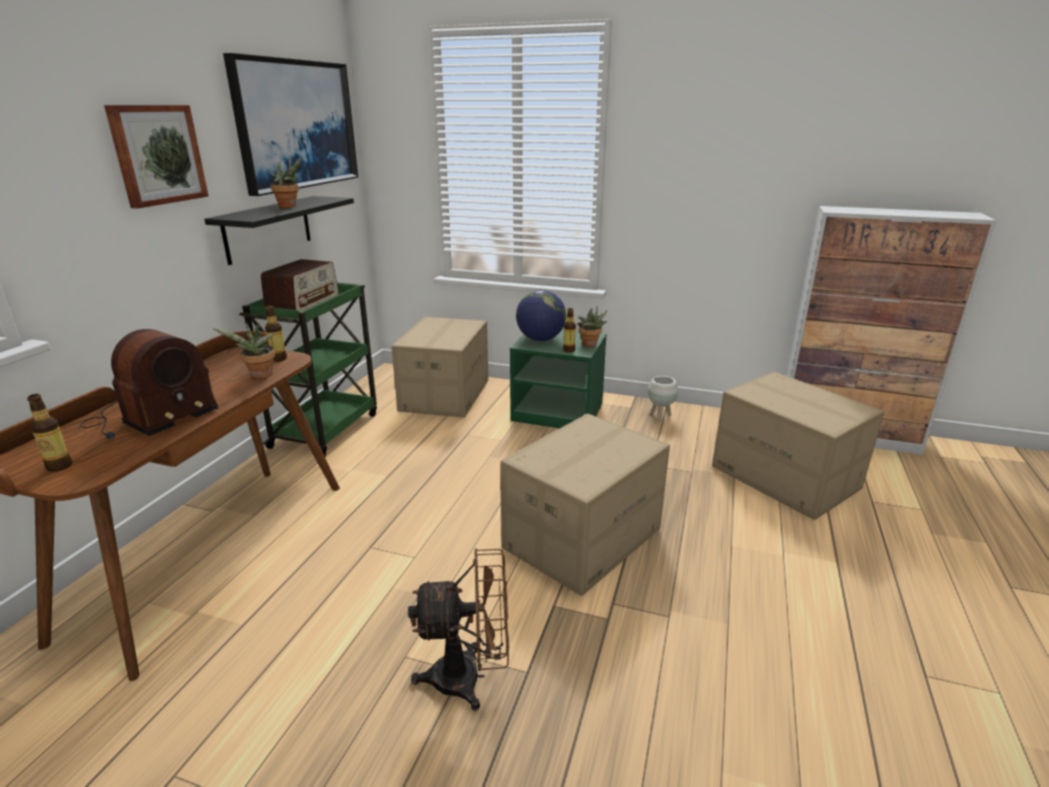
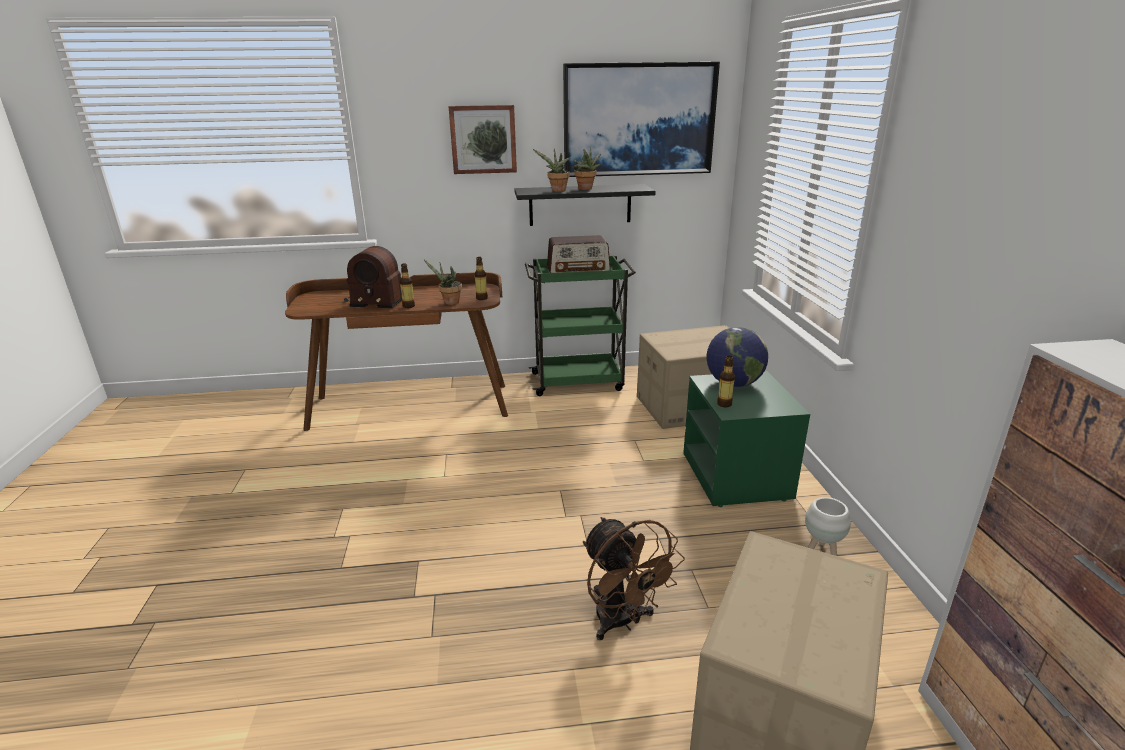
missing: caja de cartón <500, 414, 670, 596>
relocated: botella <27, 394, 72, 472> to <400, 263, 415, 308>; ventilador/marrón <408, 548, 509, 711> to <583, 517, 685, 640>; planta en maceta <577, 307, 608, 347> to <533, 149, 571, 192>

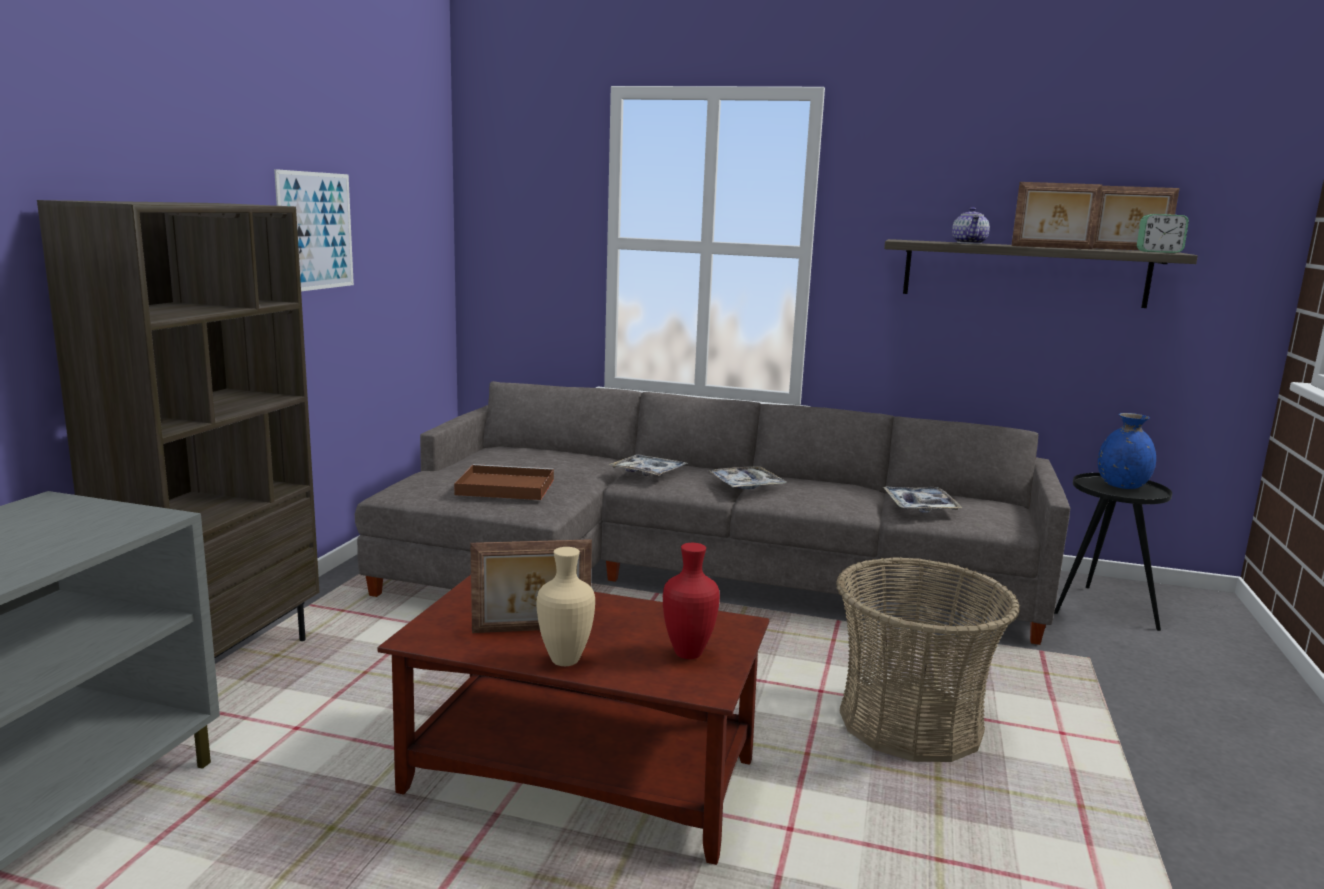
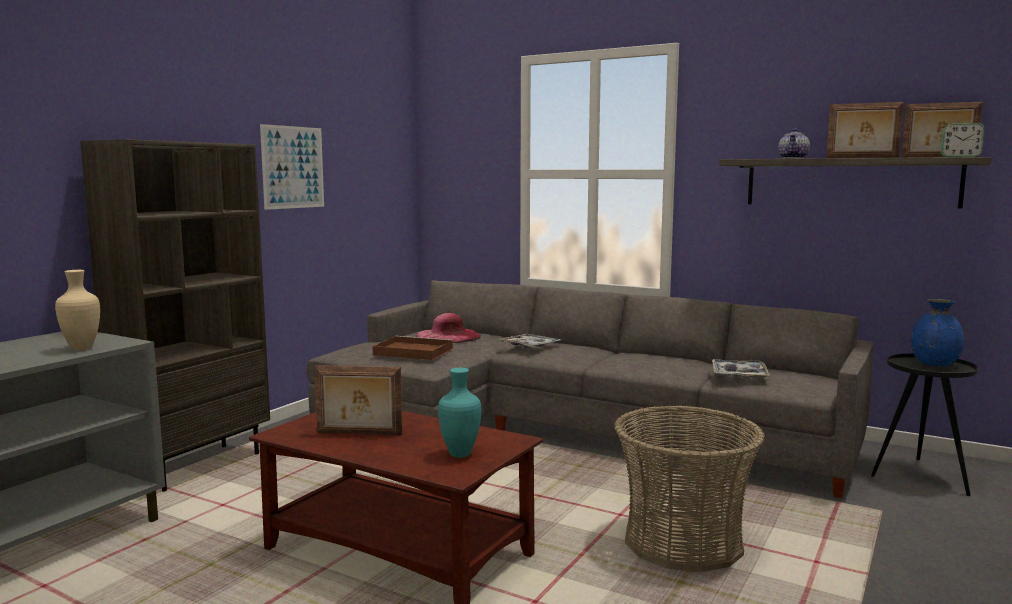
missing: bandeja <709, 466, 787, 489>
appeared: sombrero/rosa <416, 313, 481, 343>
relocated: florero/beis <536, 547, 595, 666> to <55, 270, 100, 351>
colour: florero/rojo <663, 543, 720, 659> to florero/turquesa <438, 368, 481, 457>

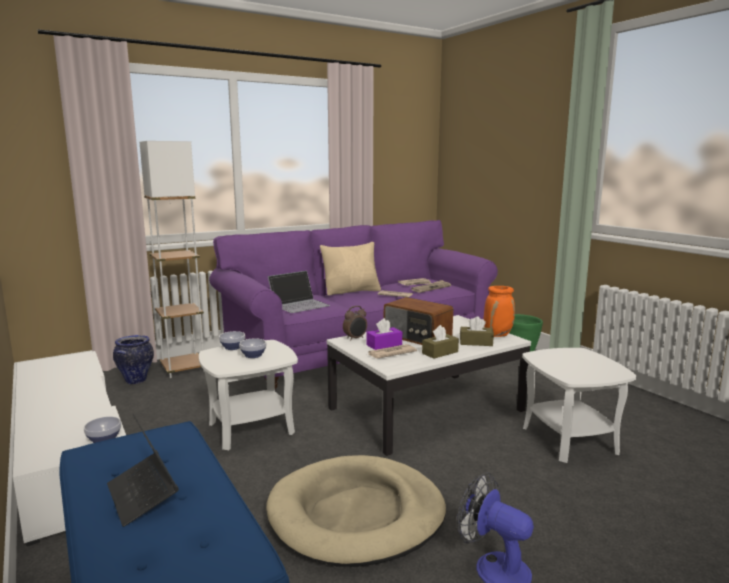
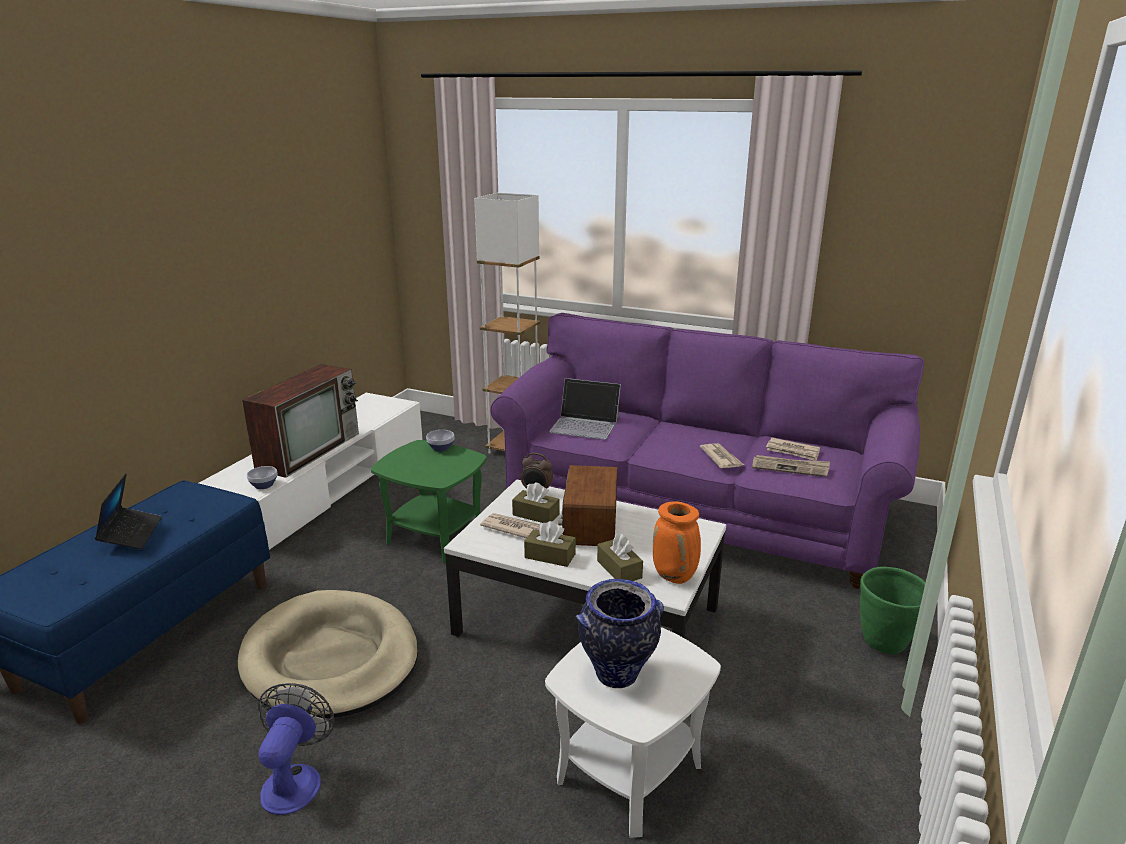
missing: cuenco <239, 338, 267, 358>; cojín/beis <320, 242, 381, 296>
appeared: televisor <242, 364, 359, 478>
relocated: florero <113, 335, 154, 384> to <576, 579, 664, 688>
colour: mesa auxiliar/blanco <199, 340, 298, 450> to mesa auxiliar/verde <371, 440, 487, 563>; caja de pañuelos/morado <367, 318, 402, 350> to caja de pañuelos/marrón <512, 482, 559, 523>
spun: portátil <107, 414, 179, 527> = <95, 473, 162, 549> 150 degrees clockwise

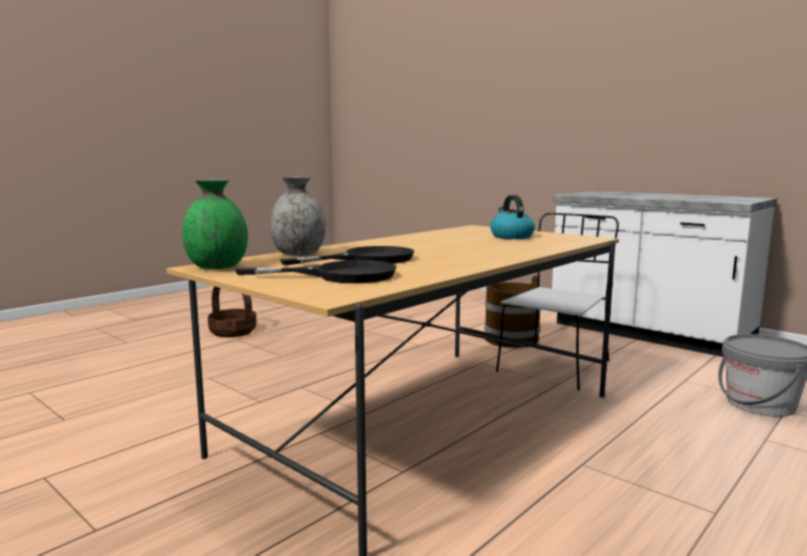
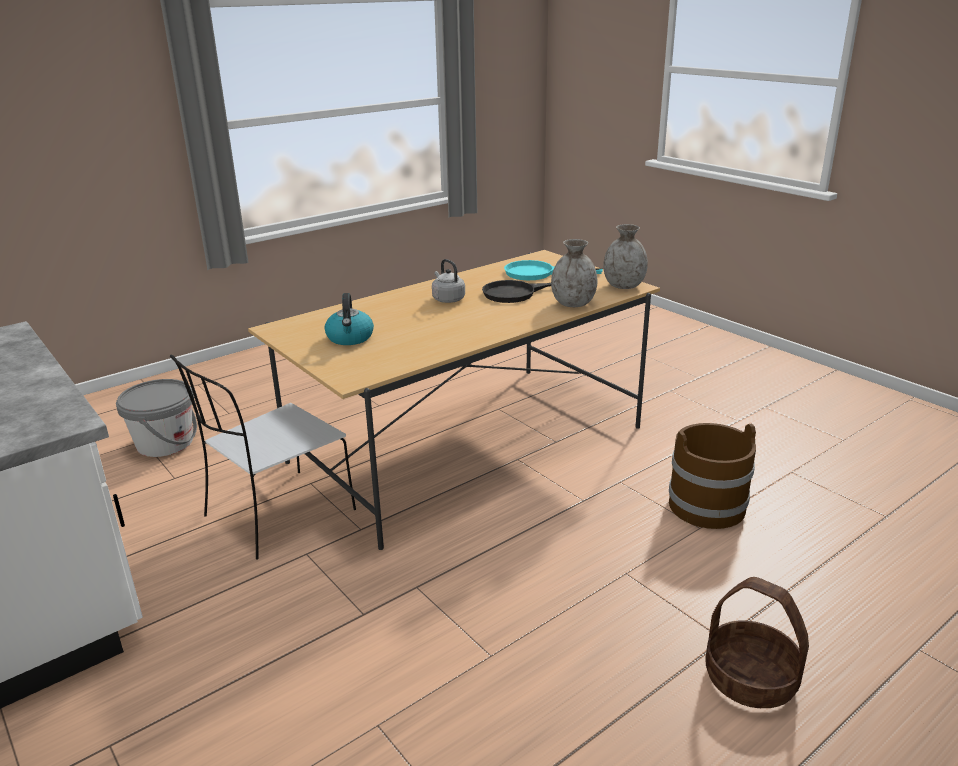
appeared: hervidor/gris <432, 259, 465, 303>
relocated: cubo/marrón <484, 275, 541, 348> to <669, 423, 756, 529>
colour: florero/verde <182, 180, 248, 269> to florero/gris <603, 224, 648, 289>; sartén/negro <235, 260, 397, 283> to sartén/turquesa <504, 260, 603, 280>

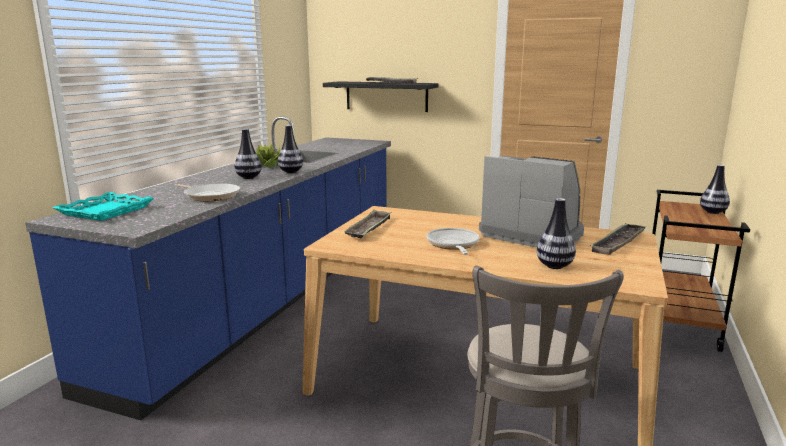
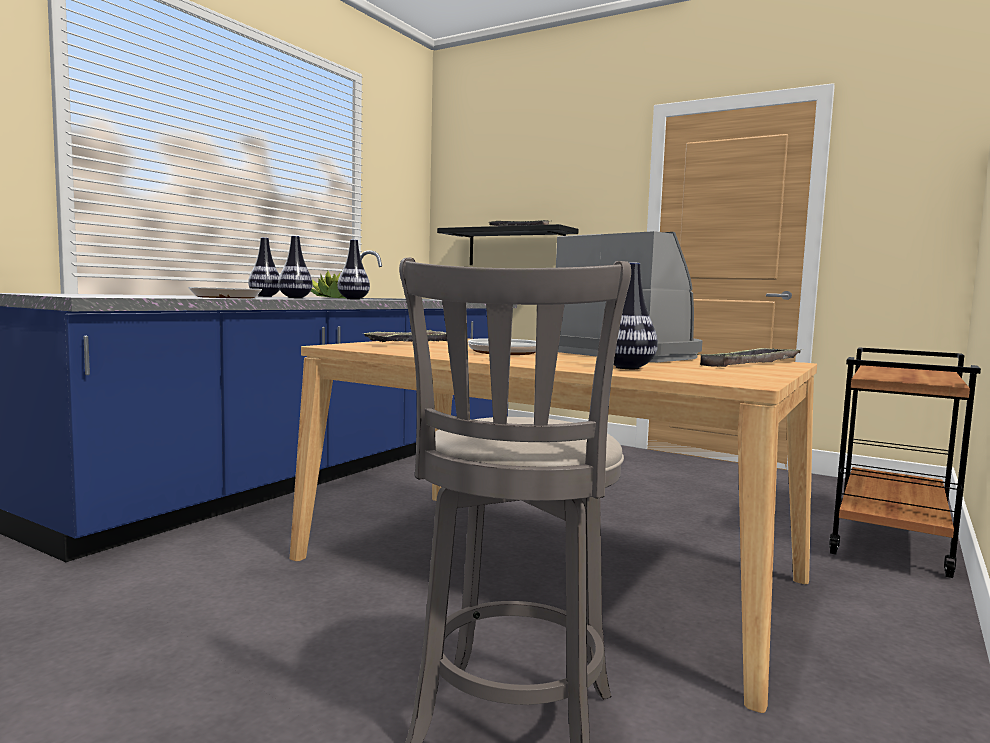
missing: bandeja/turquesa <53, 192, 154, 221>
relocated: florero <700, 165, 730, 214> to <248, 237, 280, 297>

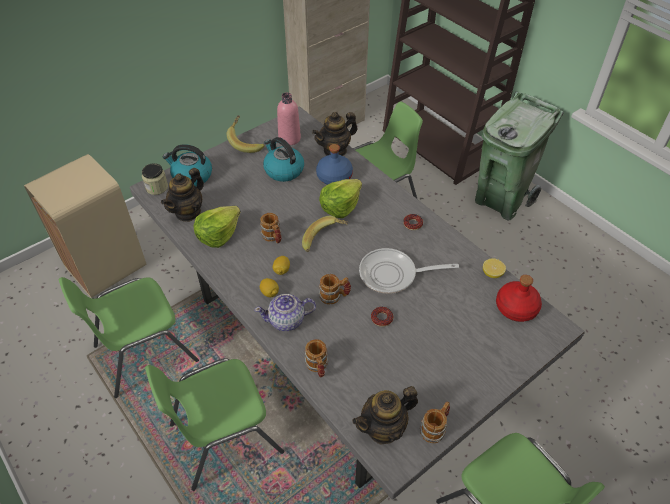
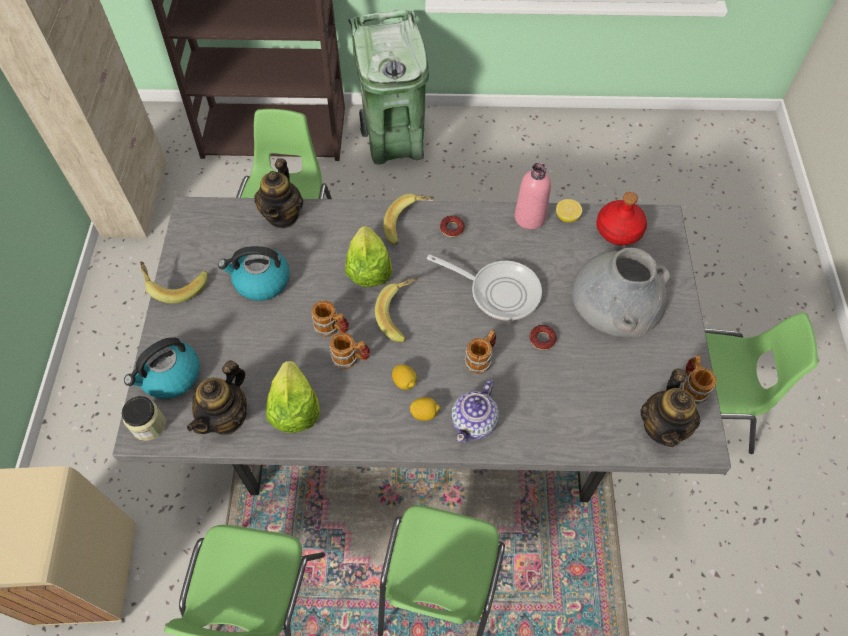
missing: botella/azul <316, 144, 353, 185>
appeared: plátano <383, 194, 434, 245>; florero/gris <572, 248, 670, 337>
relocated: botella/rosa <277, 92, 301, 145> to <514, 163, 551, 230>; taza grande <305, 339, 328, 377> to <311, 301, 349, 337>
spun: tetera <161, 168, 204, 222> = <187, 360, 247, 435> 45 degrees clockwise; sartén <359, 248, 459, 294> = <427, 254, 542, 321> 105 degrees counterclockwise

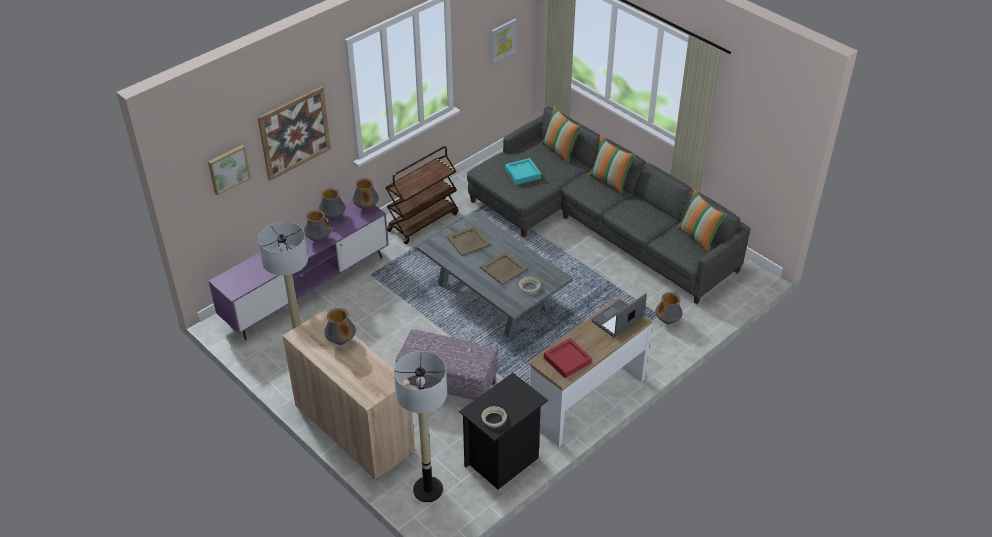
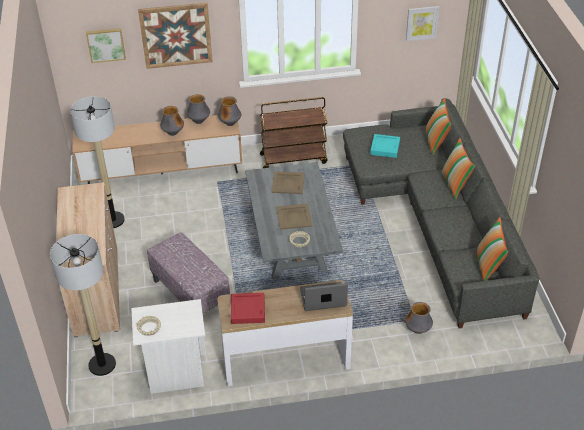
missing: florero <324, 308, 356, 345>
colour: mueble de televisión/morado <209, 201, 388, 340> to mueble de televisión/marrón <73, 115, 242, 184>; mesita de noche/negro <459, 373, 548, 490> to mesita de noche/blanco <131, 299, 205, 394>

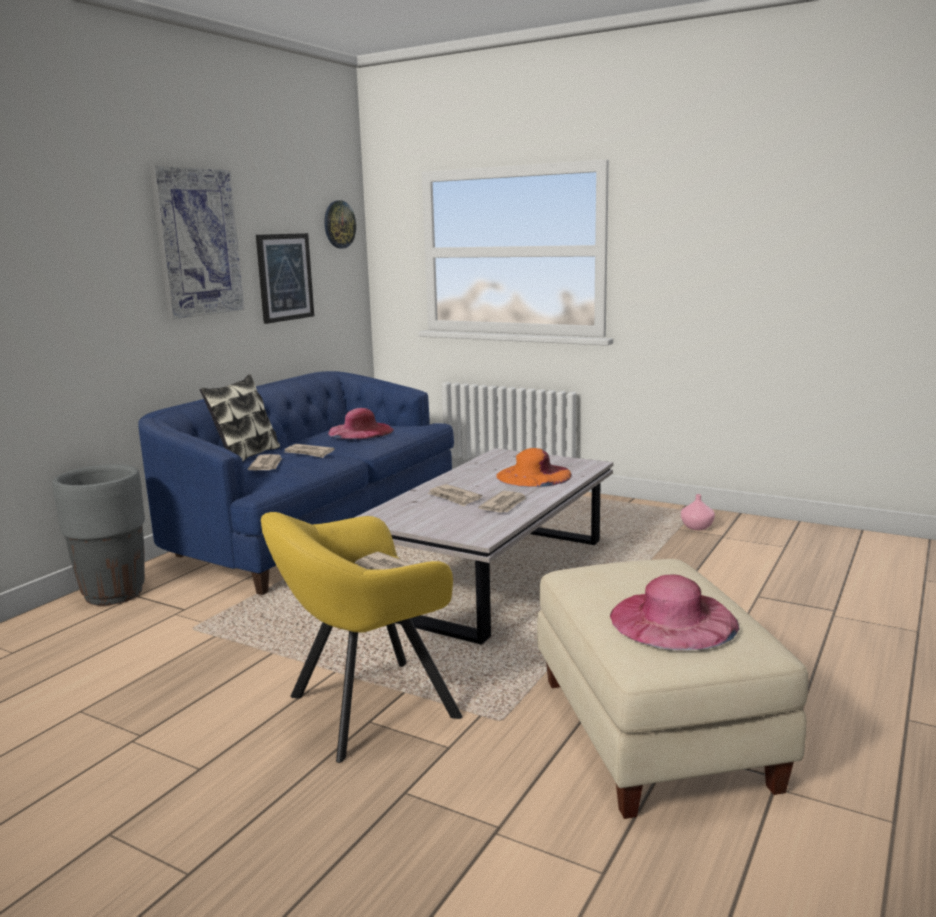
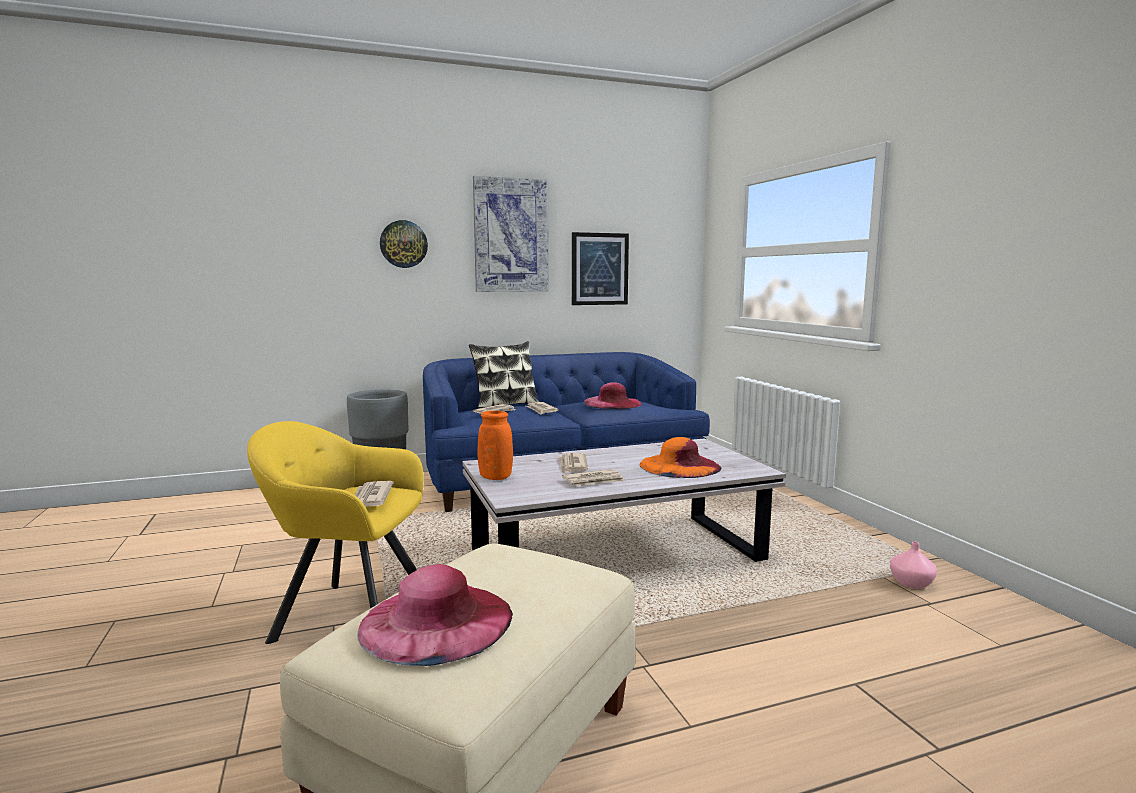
appeared: florero/naranja <477, 411, 513, 480>
relocated: reloj de pared <324, 200, 356, 248> to <380, 220, 428, 268>

